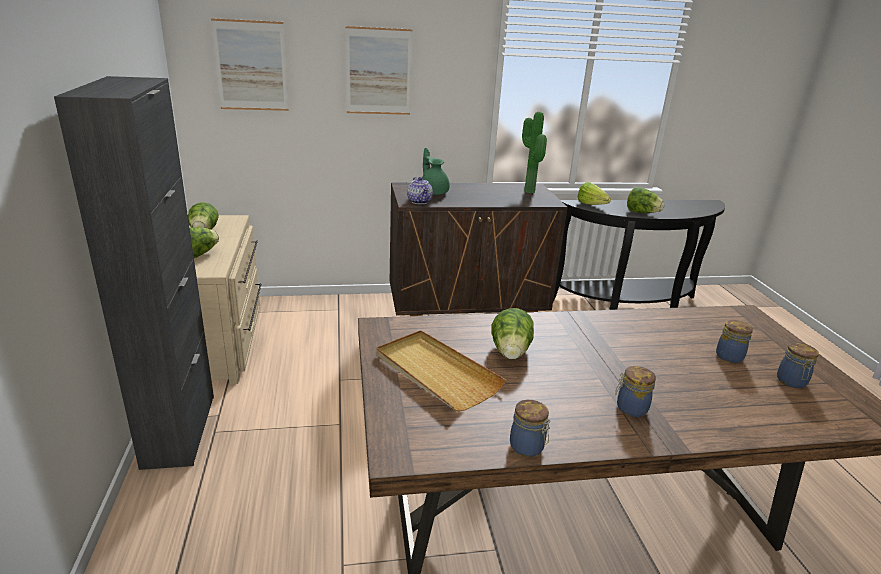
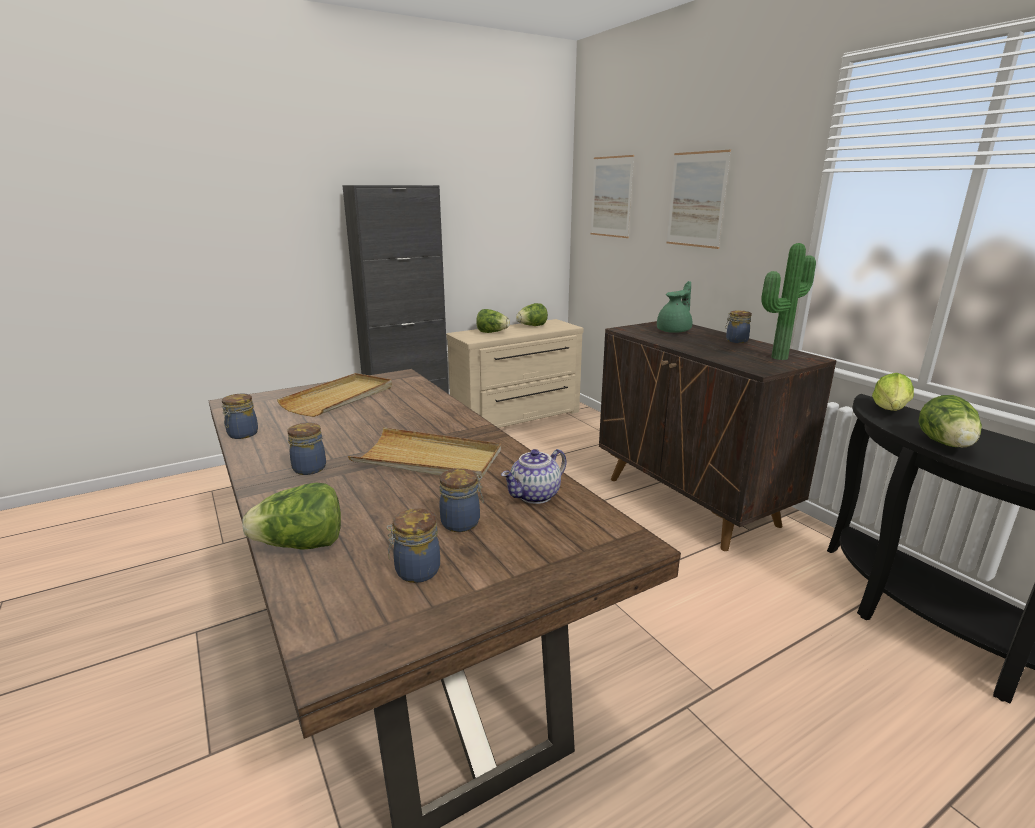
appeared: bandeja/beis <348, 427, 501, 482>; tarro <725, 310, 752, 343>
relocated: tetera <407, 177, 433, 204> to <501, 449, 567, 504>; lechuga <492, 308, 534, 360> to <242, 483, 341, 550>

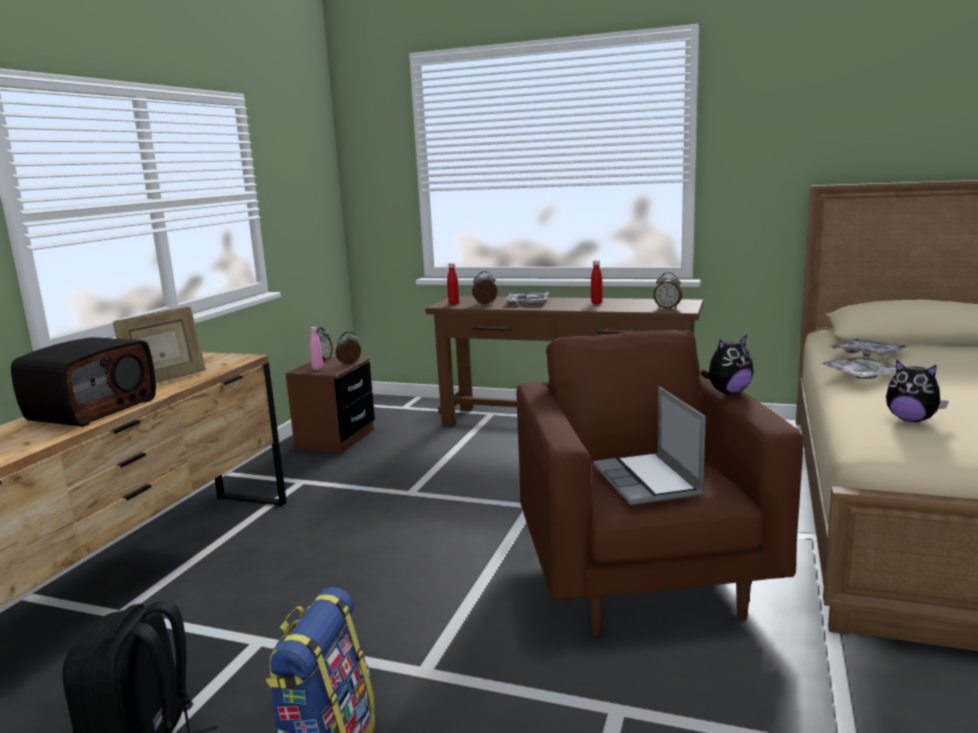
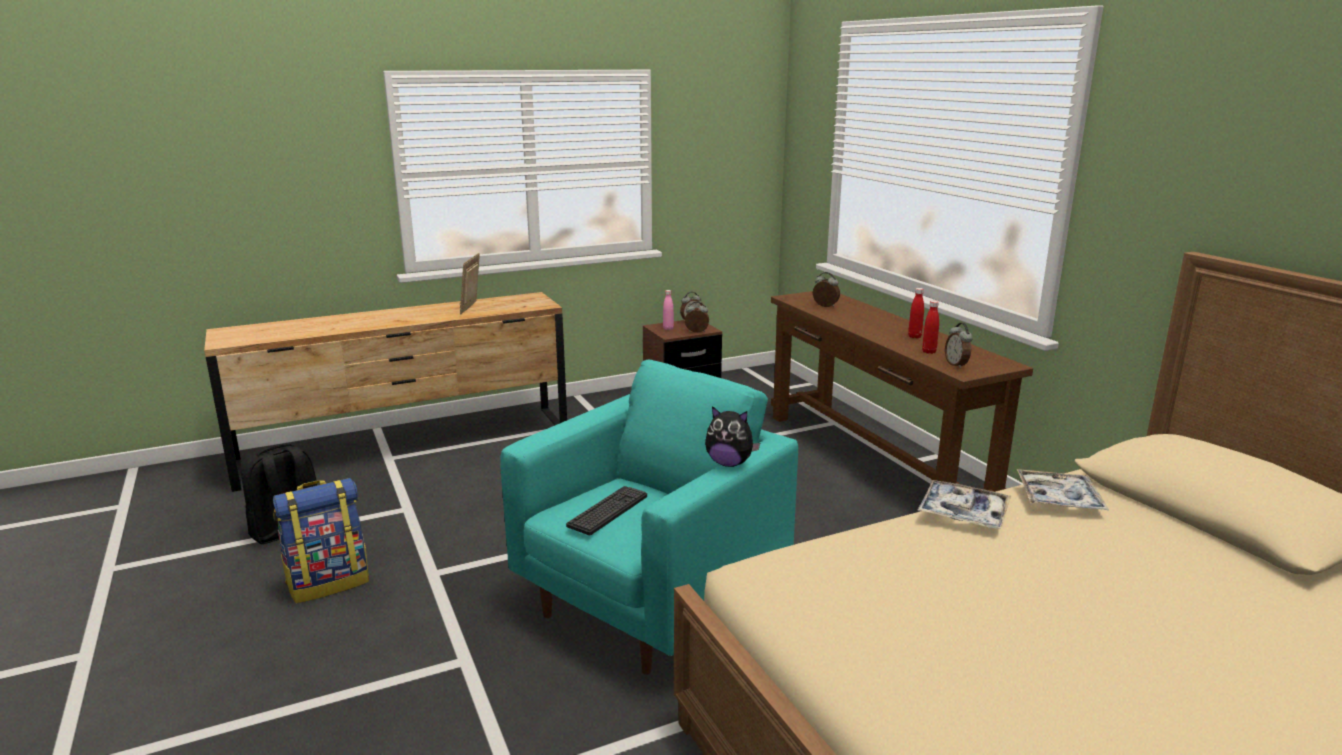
missing: radio <11, 337, 156, 427>; bandeja <505, 291, 550, 304>; peluche <886, 359, 949, 422>
relocated: botella/rojo <447, 263, 459, 305> to <922, 301, 939, 354>
exchanged: portátil <593, 387, 706, 505> to teclado <566, 486, 647, 535>
colour: sillón/marrón <517, 330, 803, 636> to sillón/turquesa <500, 360, 798, 675>
spun: portarretratos <113, 306, 206, 383> = <460, 253, 479, 314> 90 degrees clockwise

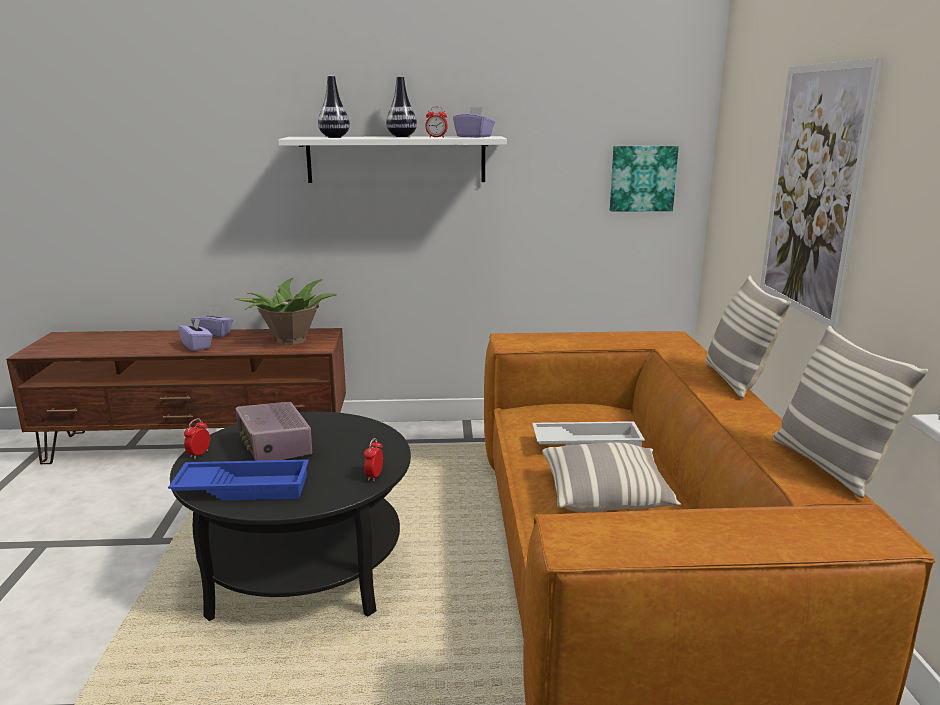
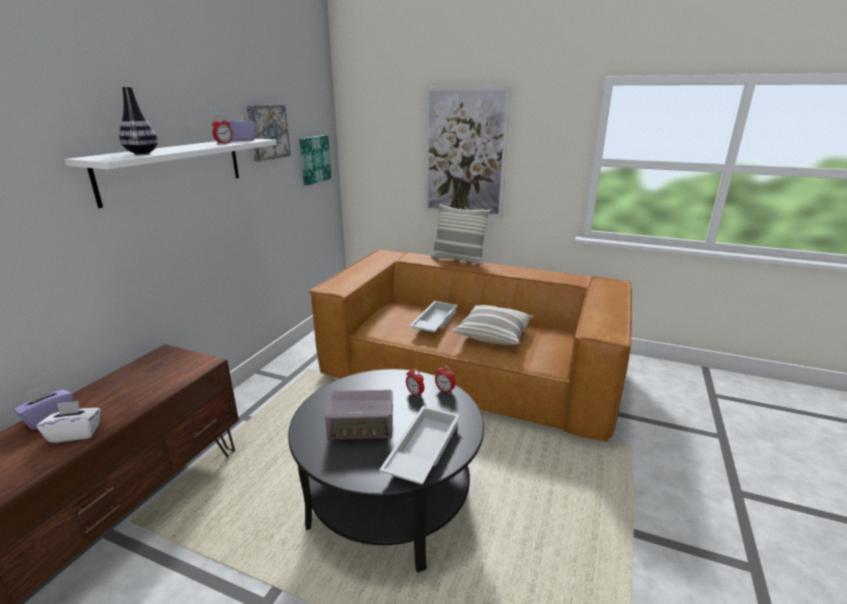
missing: planta en maceta <233, 278, 337, 345>; florero <386, 76, 417, 137>; cojín <773, 326, 928, 498>
appeared: cuadro <247, 104, 291, 162>
relocated: despertador <184, 418, 210, 459> to <406, 368, 424, 398>
colour: bandeja/azul <168, 459, 309, 501> to bandeja/blanco <379, 406, 460, 485>; caja de pañuelos/morado <178, 318, 212, 351> to caja de pañuelos/blanco <37, 401, 101, 443>

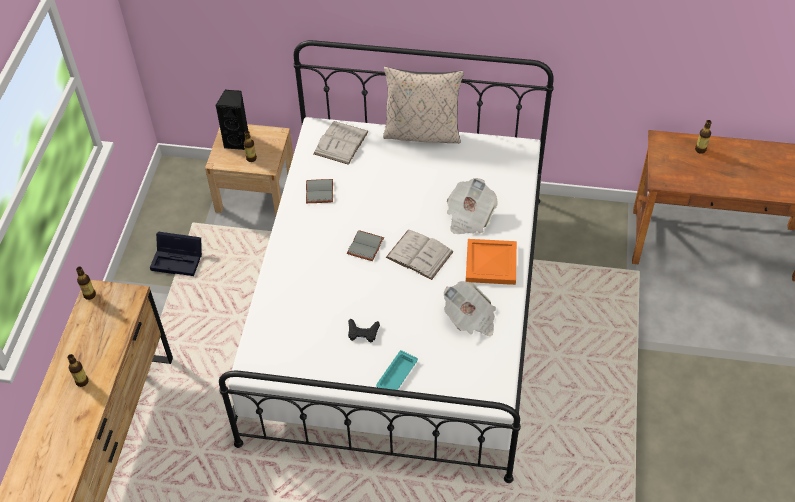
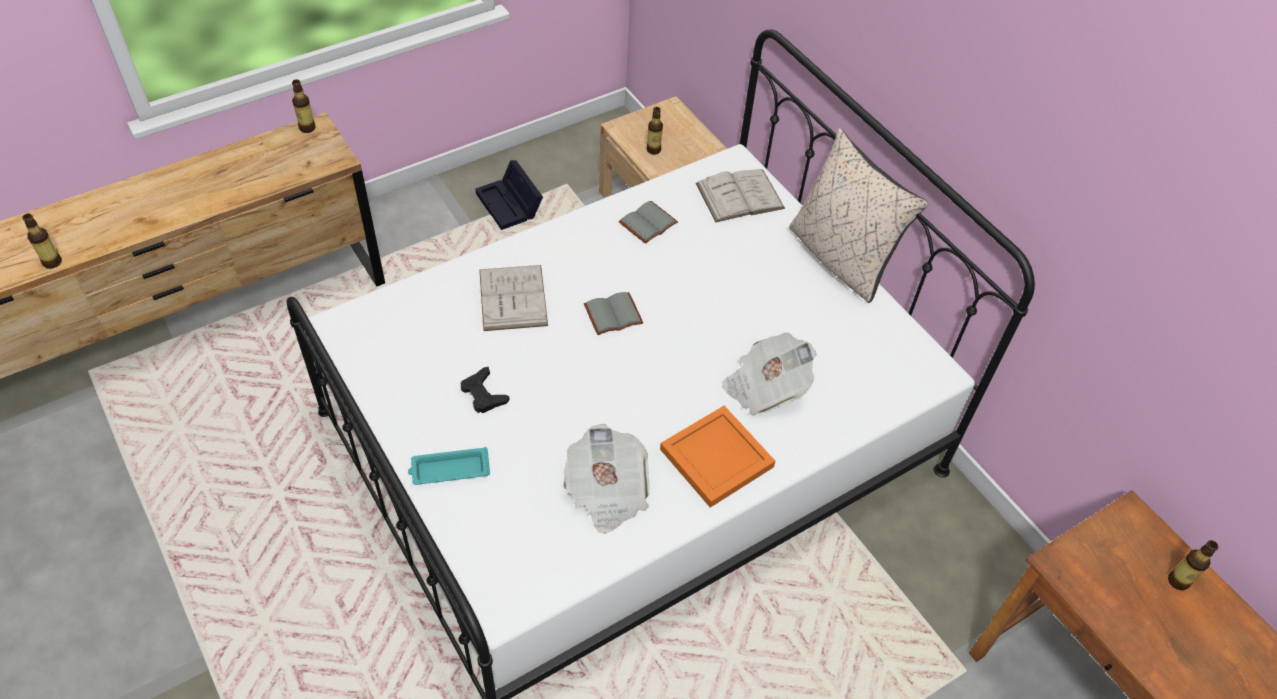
missing: altavoz/negro <215, 90, 248, 150>
relocated: botella <67, 354, 89, 387> to <22, 214, 62, 269>; libro/blanco <386, 230, 454, 280> to <479, 265, 548, 331>

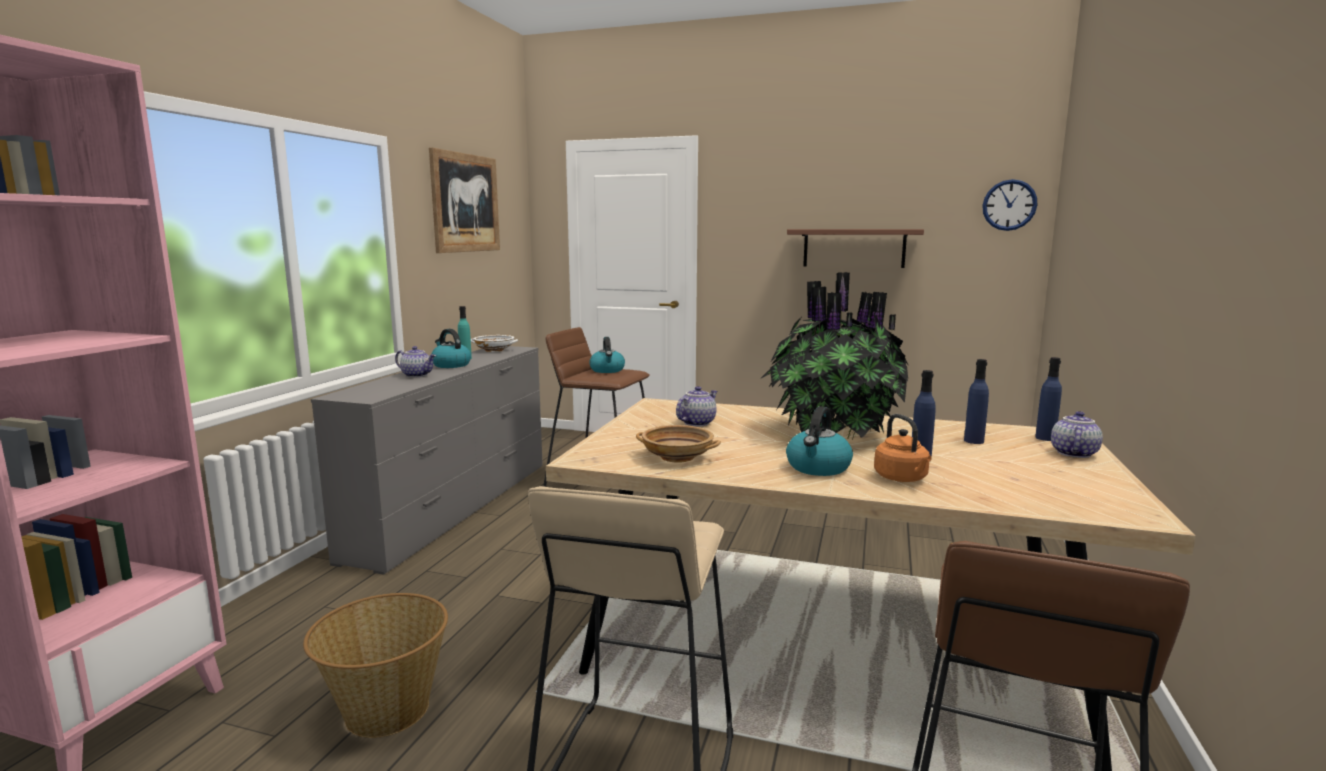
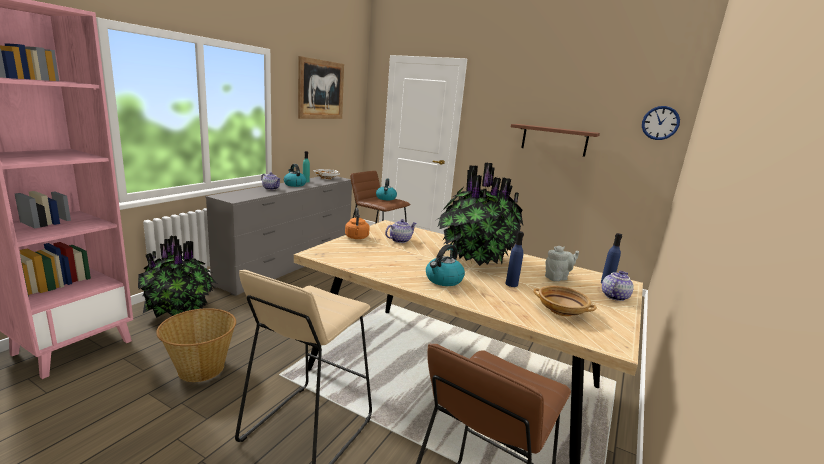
appeared: planta en maceta <138, 236, 217, 318>
relocated: cuenco/beis <636, 425, 721, 463> to <533, 285, 597, 316>; hervidor/naranja <874, 414, 932, 482> to <345, 208, 370, 239>
exchanged: botella/azul <964, 359, 989, 444> to tetera/gris <545, 246, 579, 282>

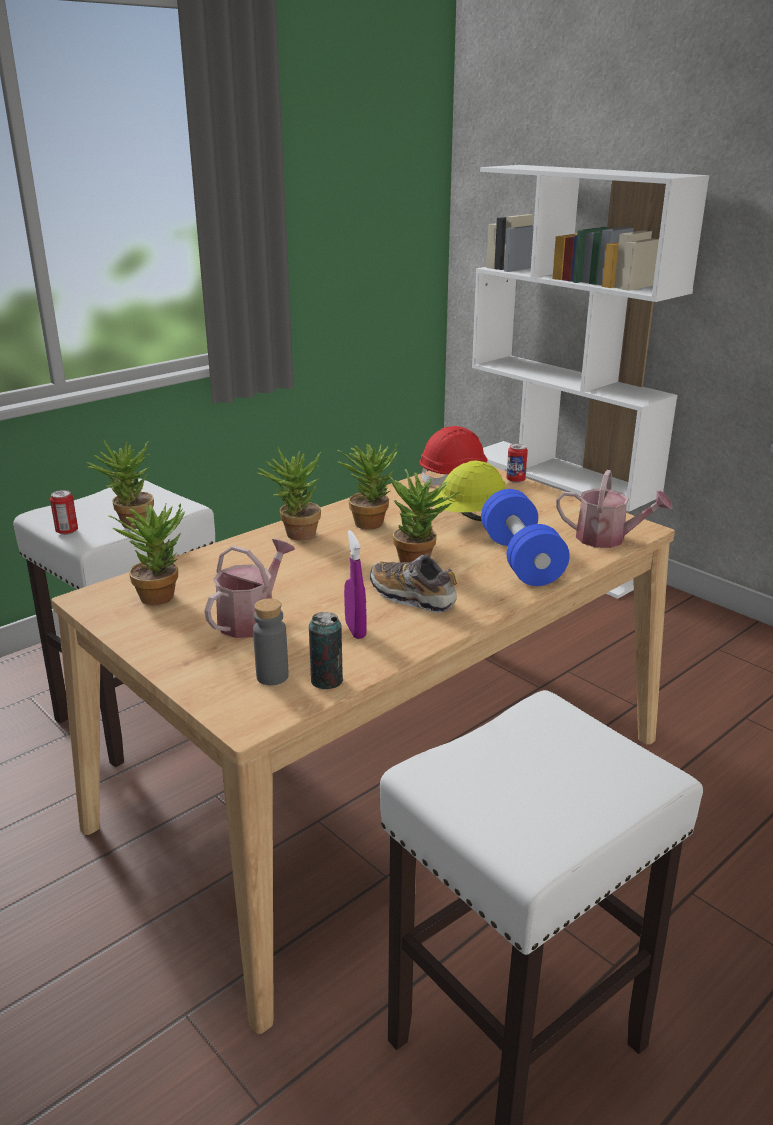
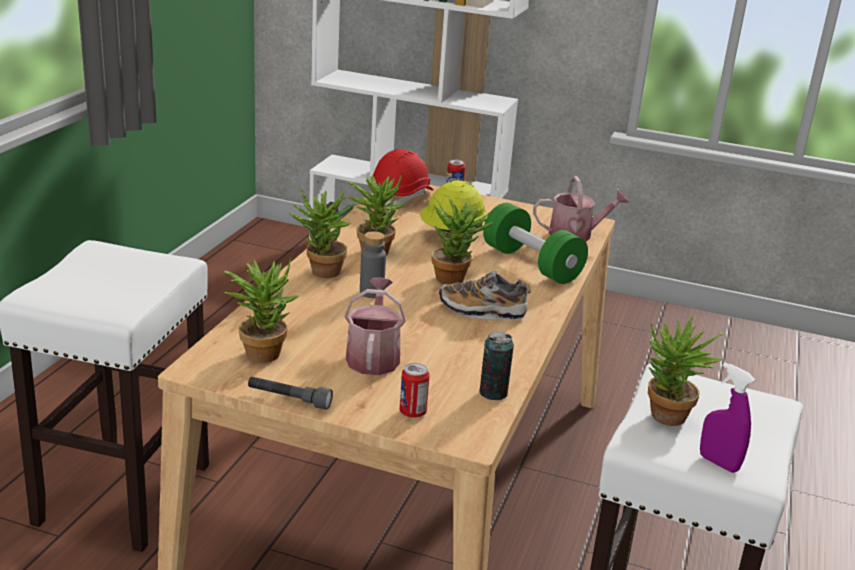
appeared: linterna/gris <248, 377, 333, 410>
relocated: lata <50, 490, 78, 535> to <400, 363, 430, 418>; planta en maceta <87, 439, 154, 529> to <648, 315, 724, 426>; botella/gris <253, 598, 289, 685> to <360, 231, 386, 298>; pulverizador/morado <344, 530, 367, 639> to <700, 362, 755, 473>
colour: mancuerna/azul <481, 489, 570, 586> to mancuerna/verde <483, 203, 588, 284>

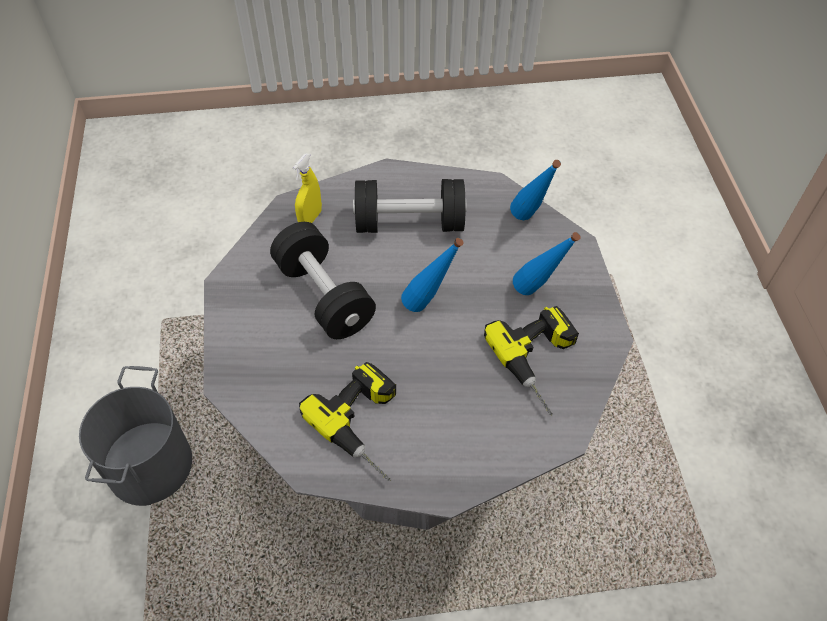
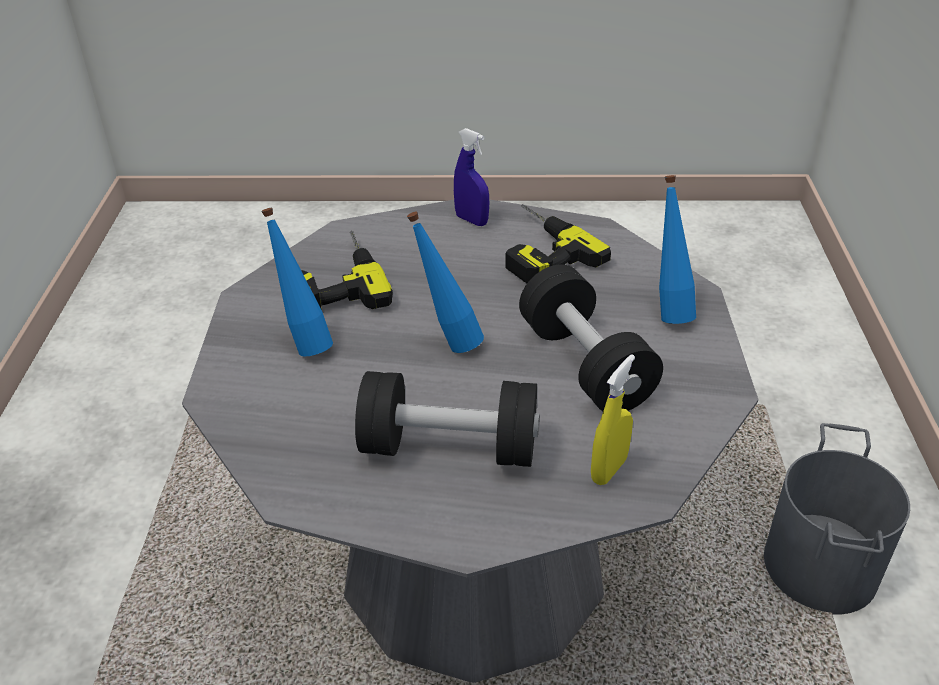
appeared: pulverizador/azul <454, 128, 489, 226>
relocated: botella/azul <510, 160, 561, 220> to <659, 175, 696, 324>

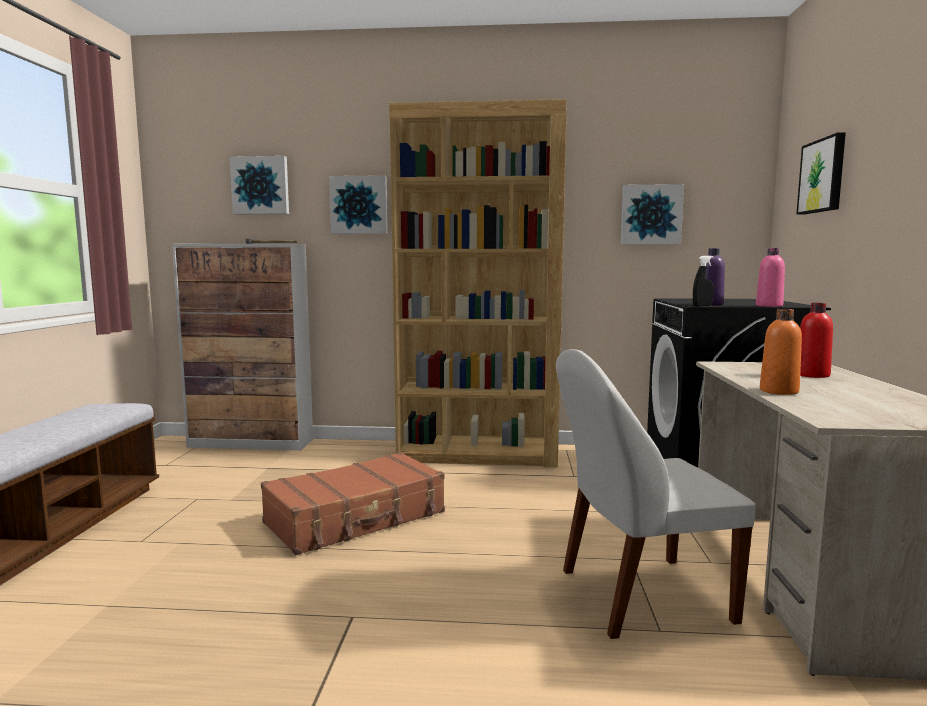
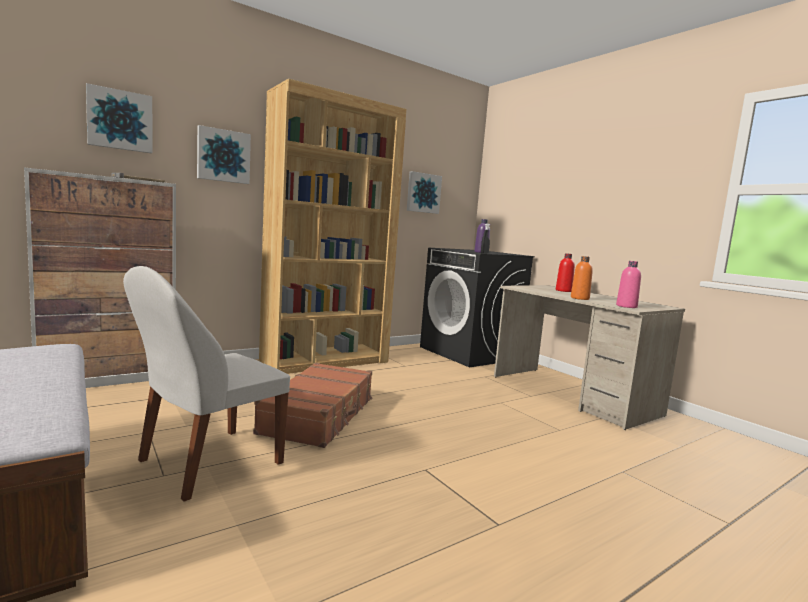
missing: cuadro <796, 132, 846, 215>
relocated: silla/blanco <556, 349, 756, 639> to <123, 266, 290, 502>; botella/rosa <756, 248, 785, 307> to <616, 261, 641, 308>

